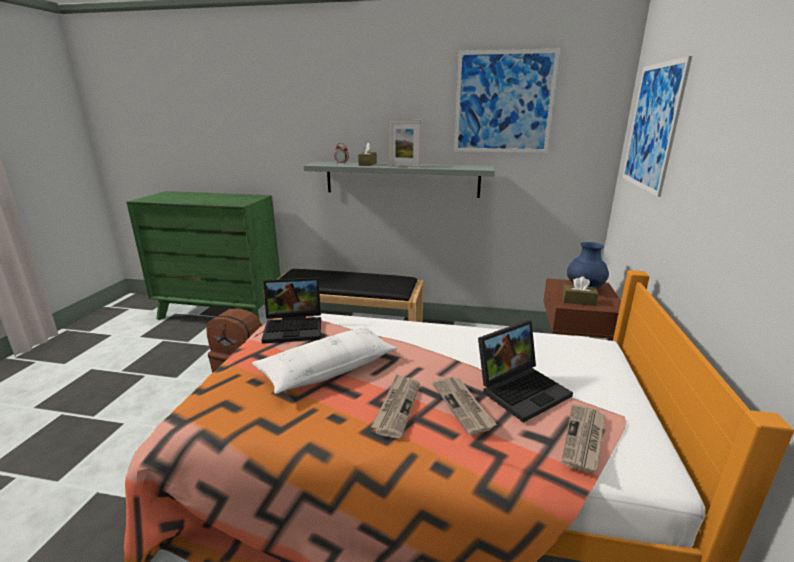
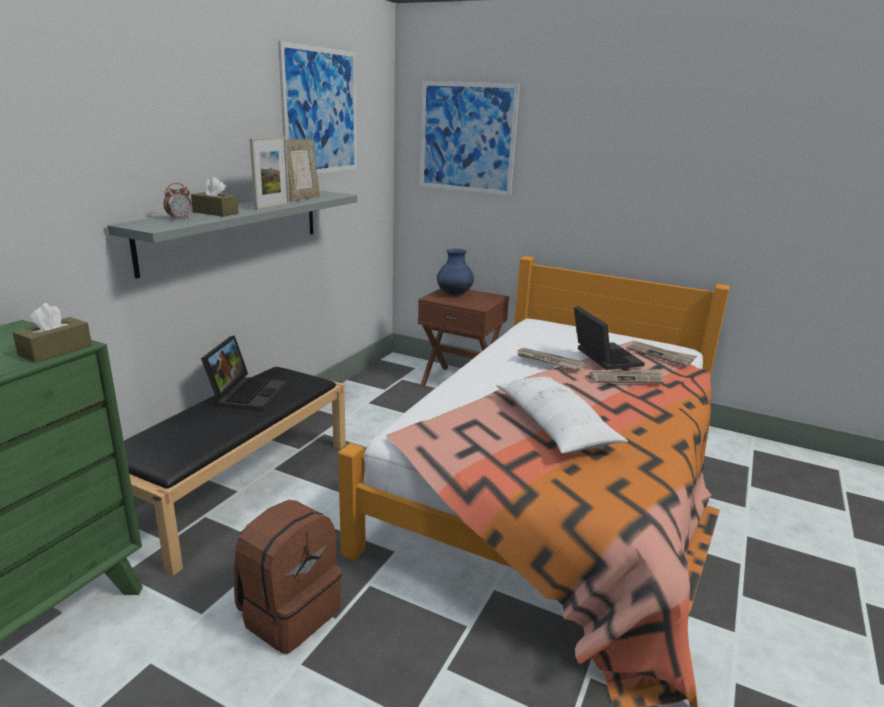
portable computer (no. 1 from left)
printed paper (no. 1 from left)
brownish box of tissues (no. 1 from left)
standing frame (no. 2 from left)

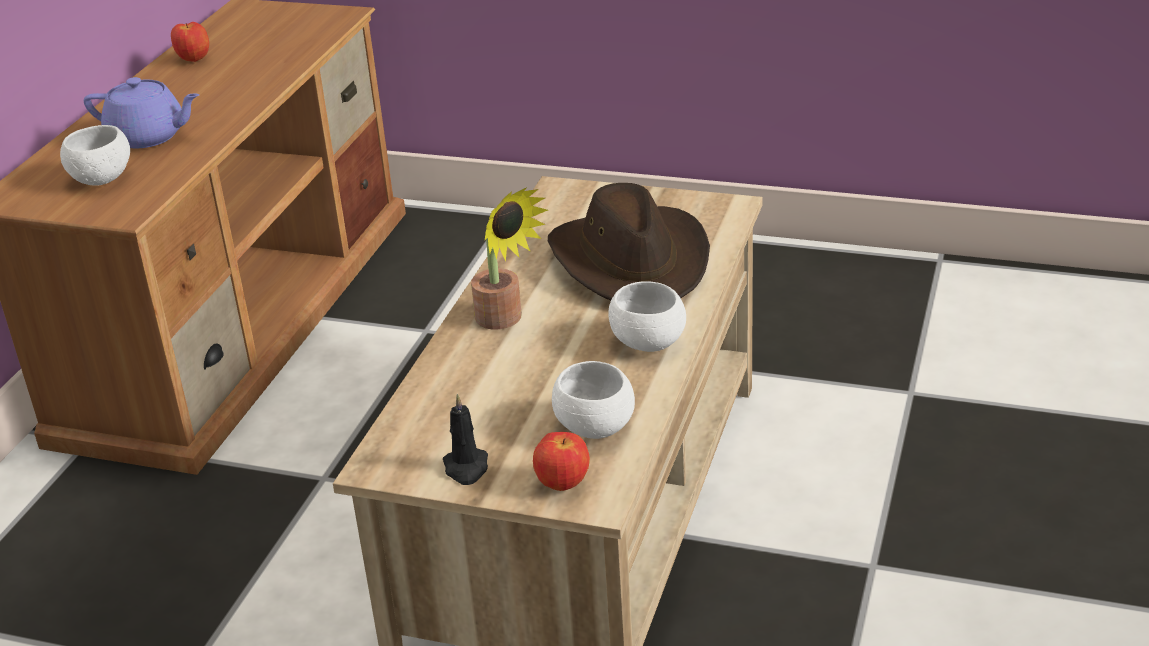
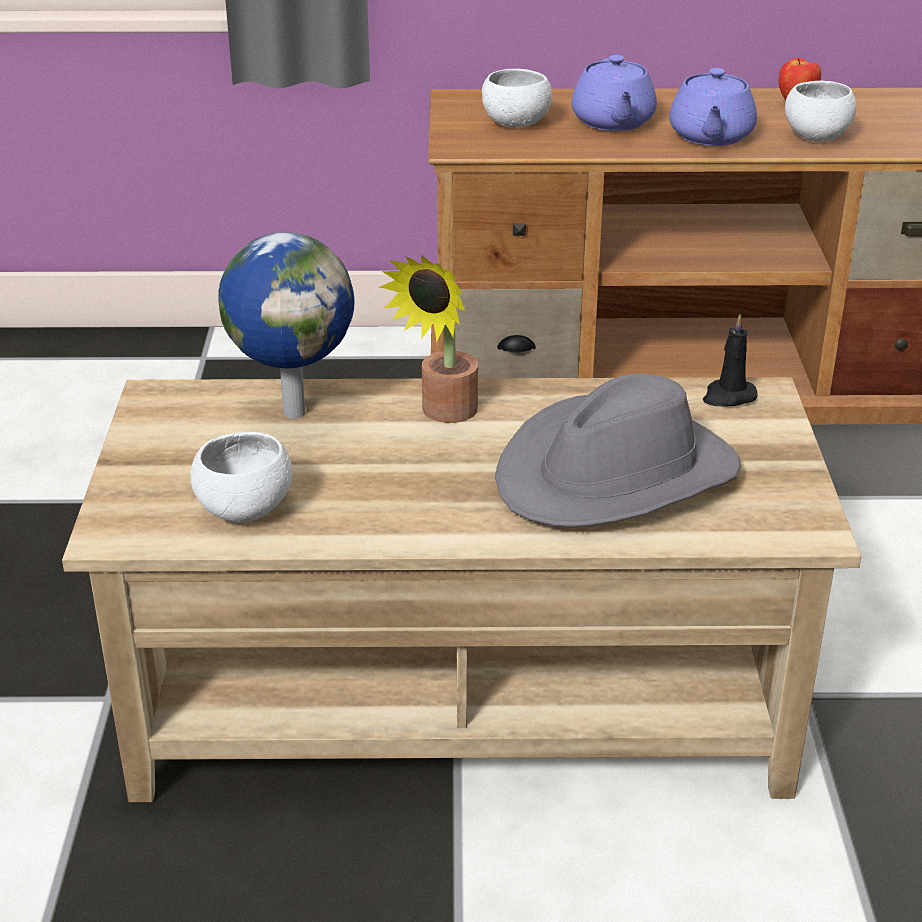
blackish wax light
apple fruit (no. 2 from left in the first image)
grey wearable hat
whitish deep dish (no. 3 from left)
globe
purple-coloured tea pot (no. 2 from left)

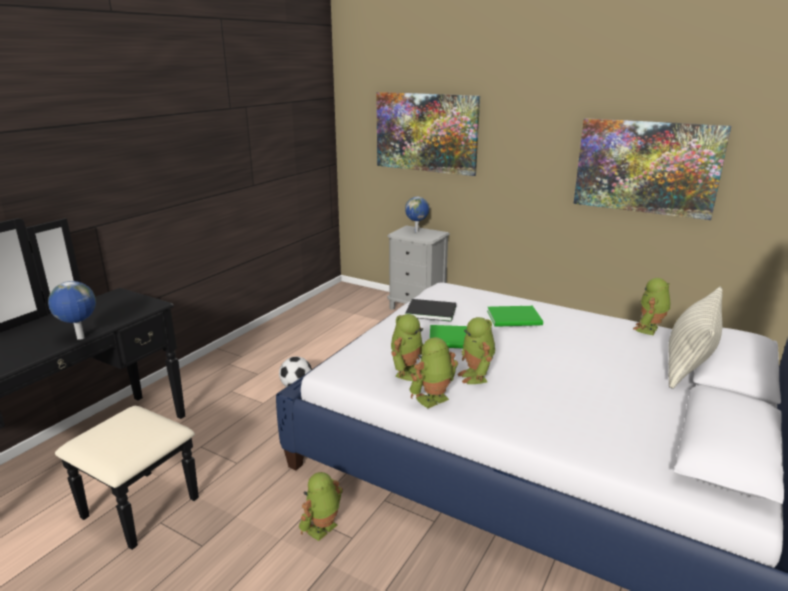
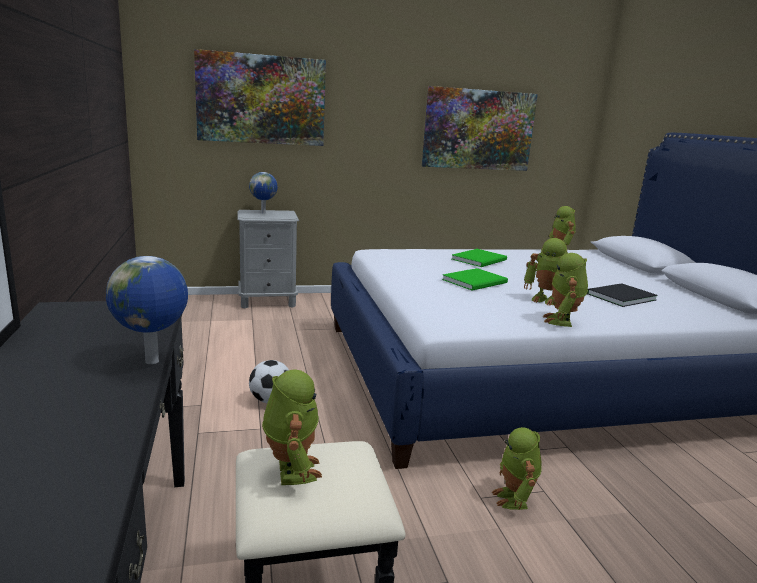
robot figure (no. 1 from left)
blackish book
throw pillow

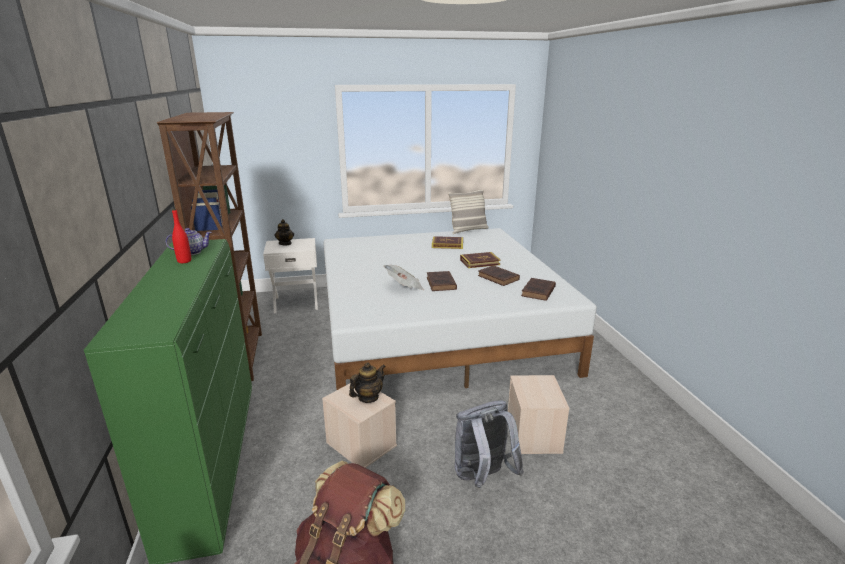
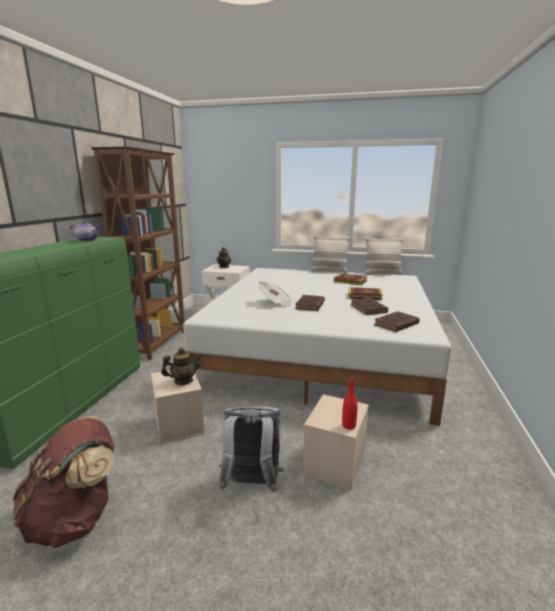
red-coloured drink bottle
throw pillow (no. 1 from left)

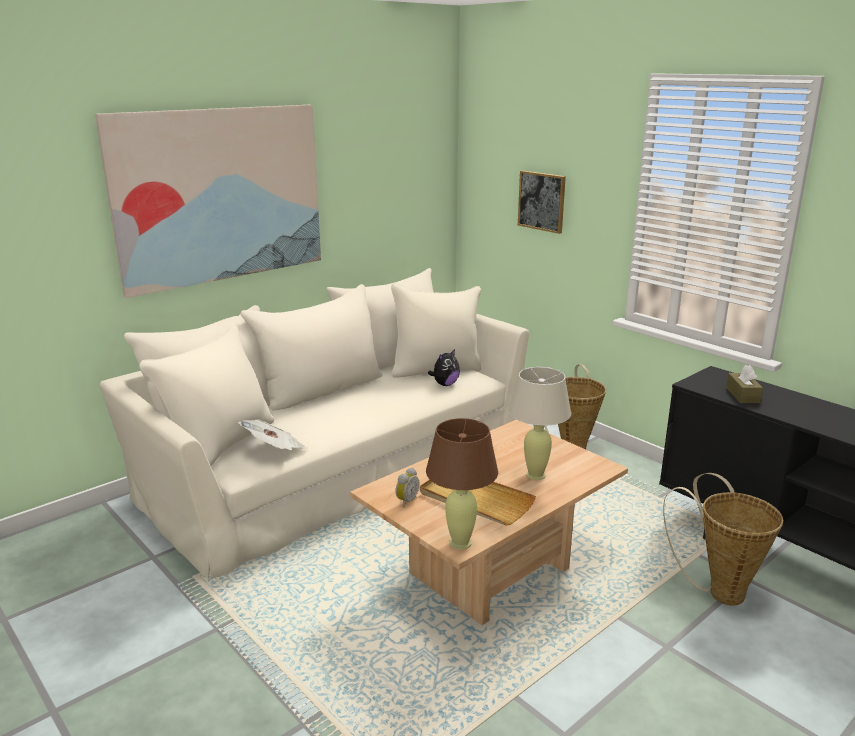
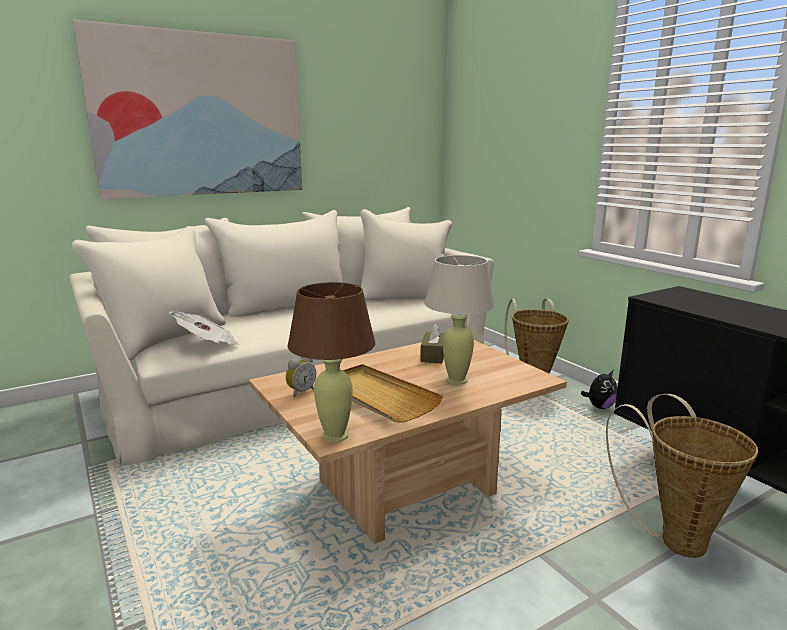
cuddly toy
wall picture (no. 2 from left in the first image)
brownish box of tissues

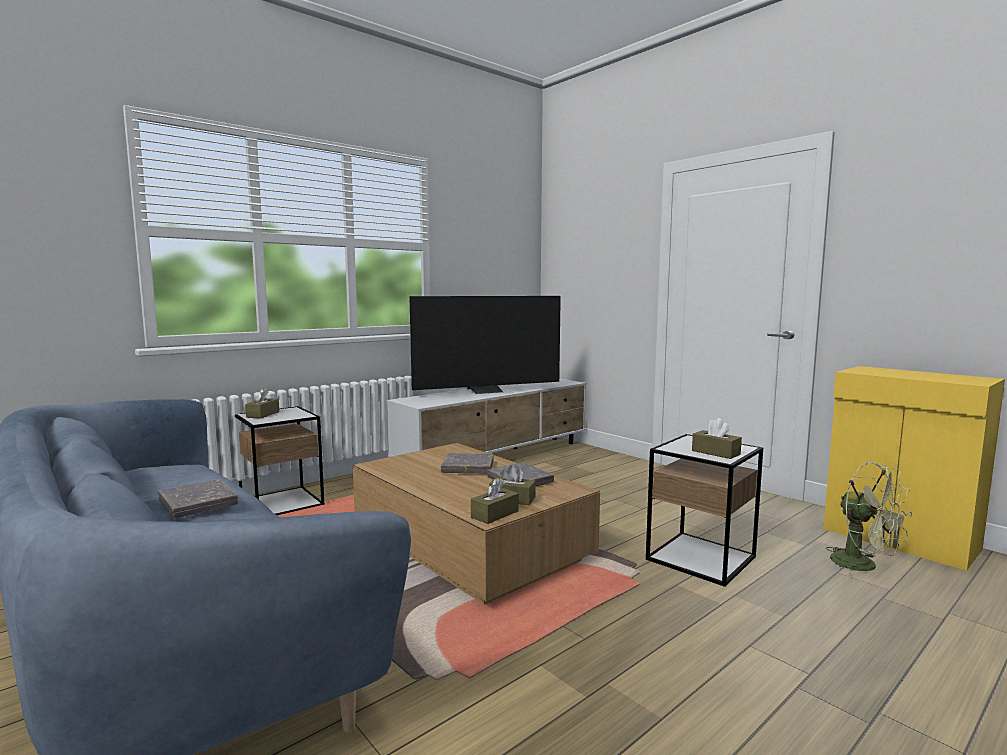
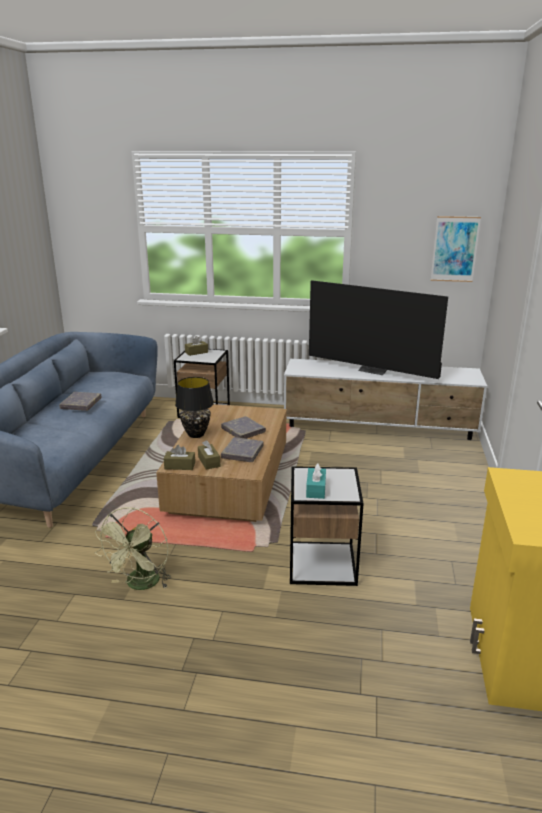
turquoise box of tissues
green fan
blackish table lamp
wall picture

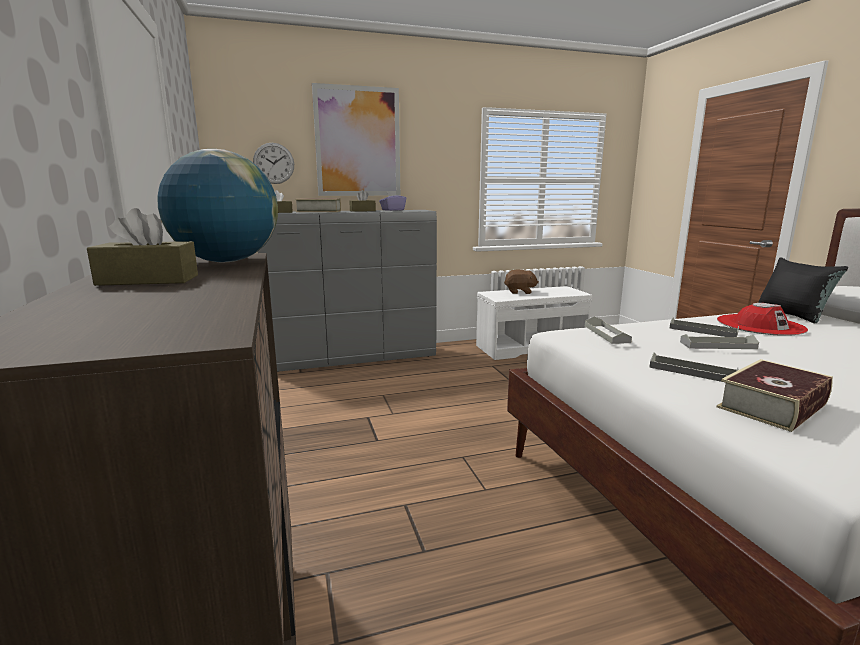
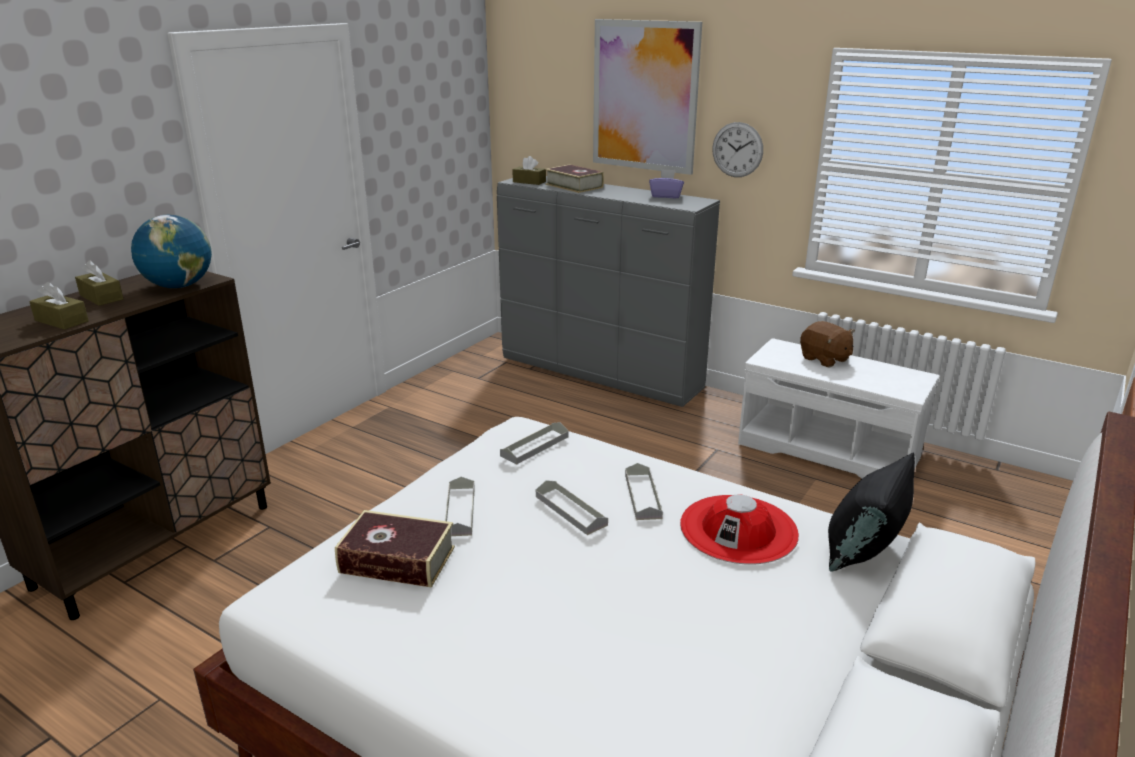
wall clock
brownish box of tissues (no. 1 from left)

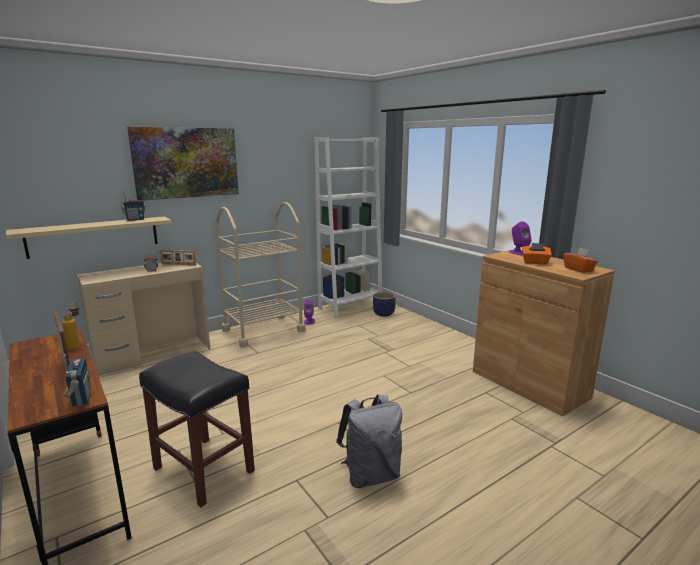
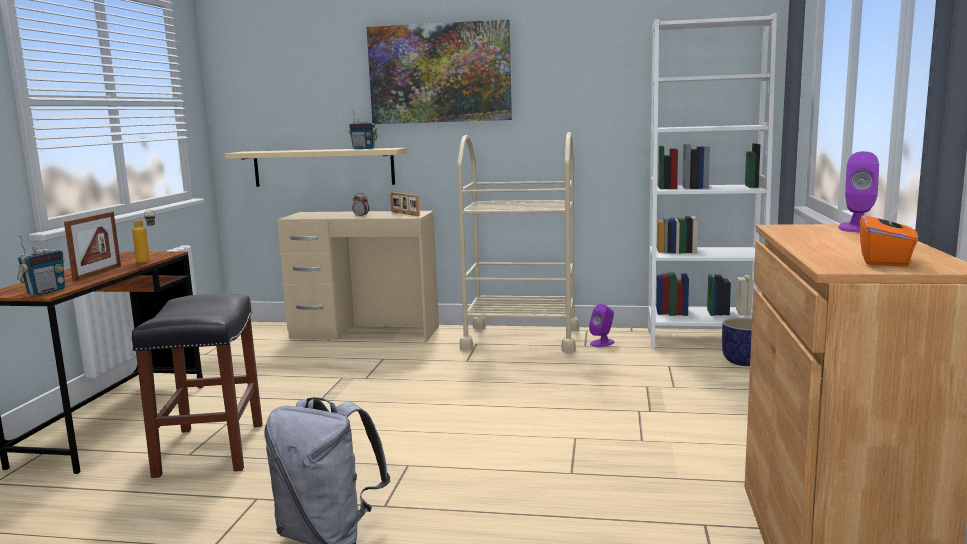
orange-coloured box of tissues (no. 1 from left in the first image)

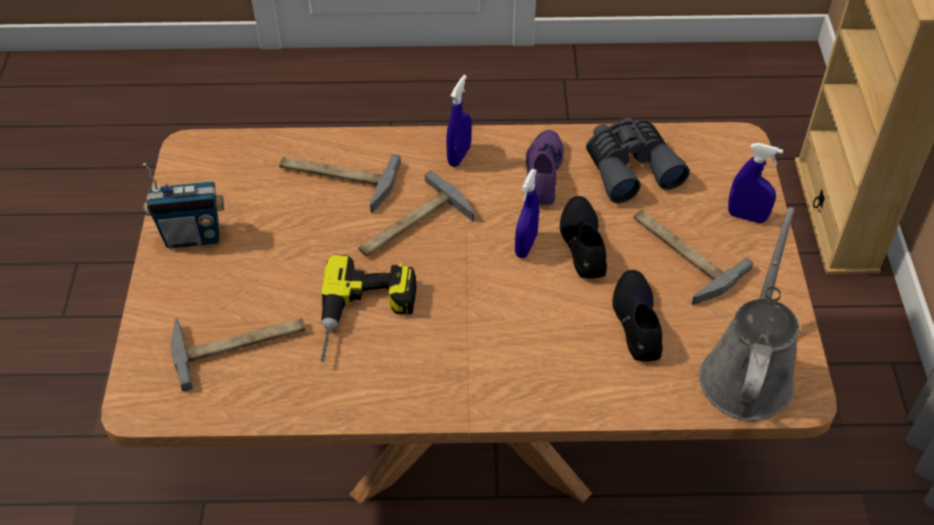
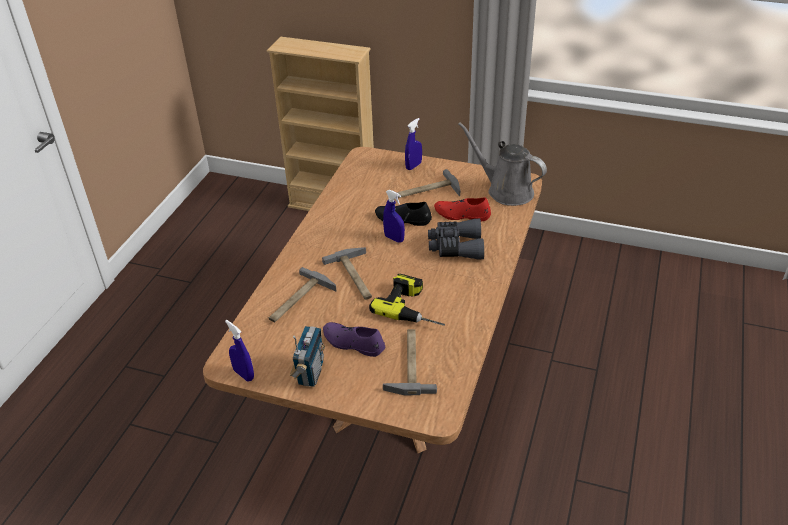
blue-coloured hand sprayer (no. 1 from left)
purple-coloured item of footwear
grey field glasses
red-coloured item of footwear

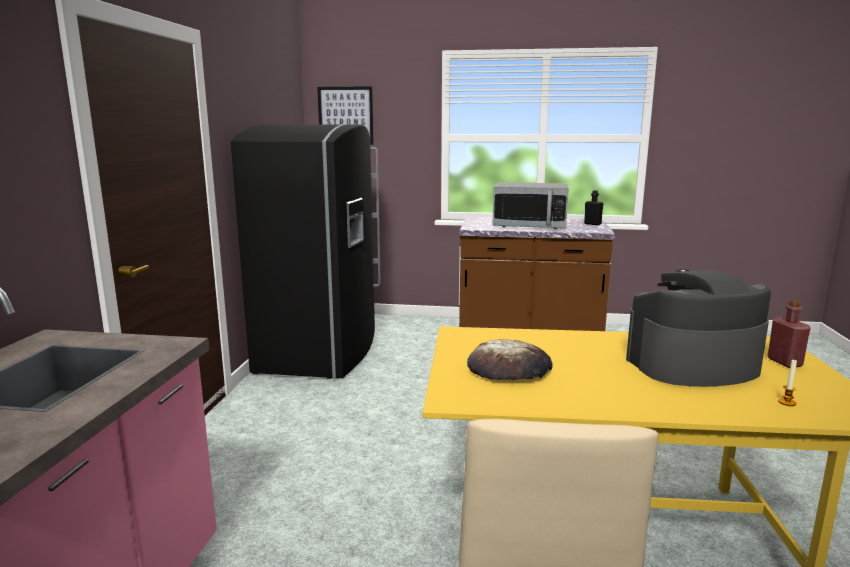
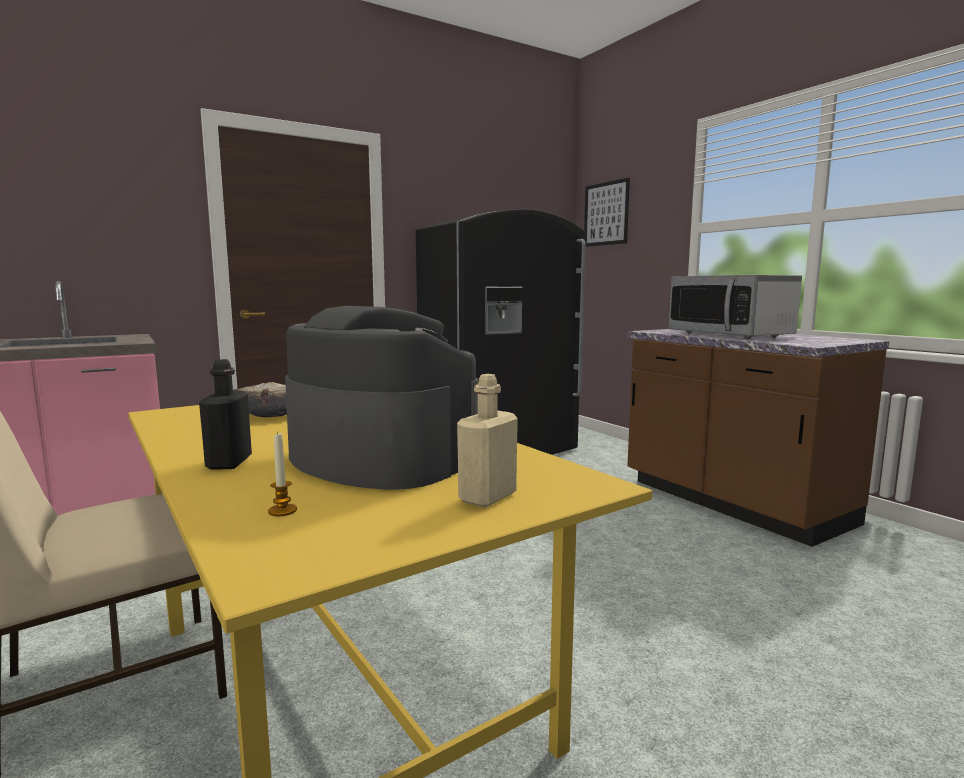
blackish drink bottle
beige drink bottle

